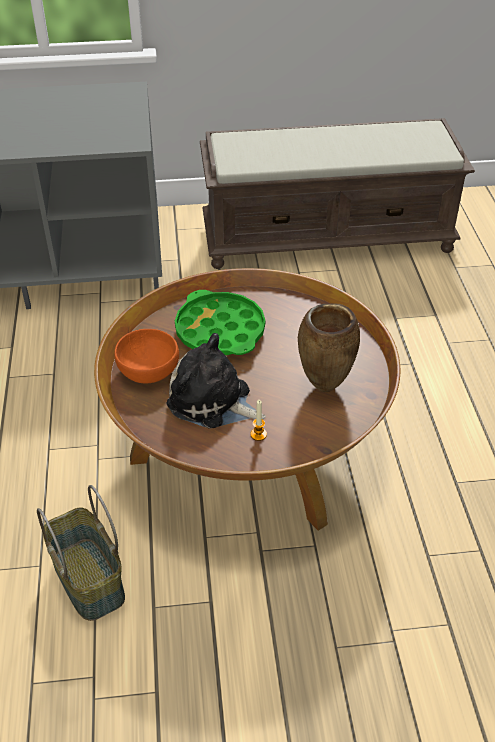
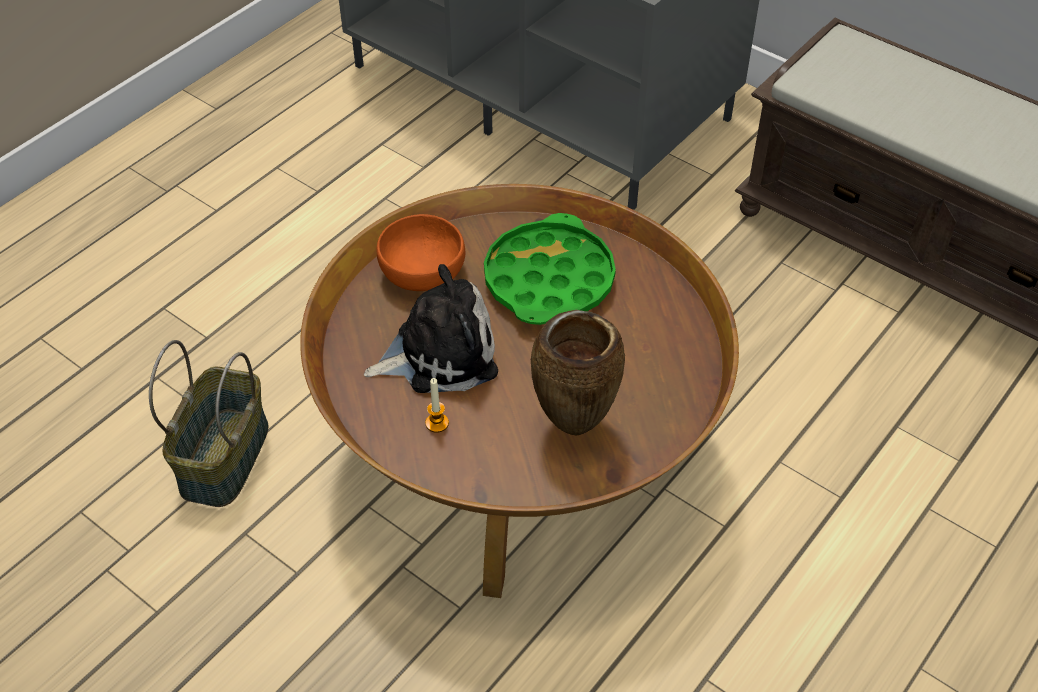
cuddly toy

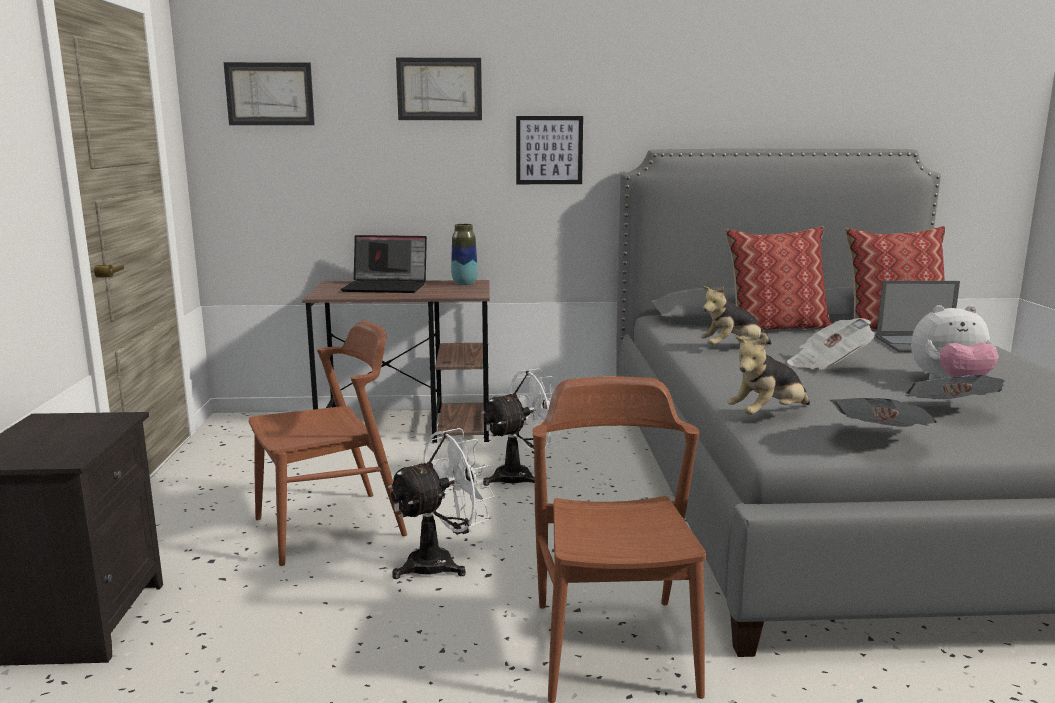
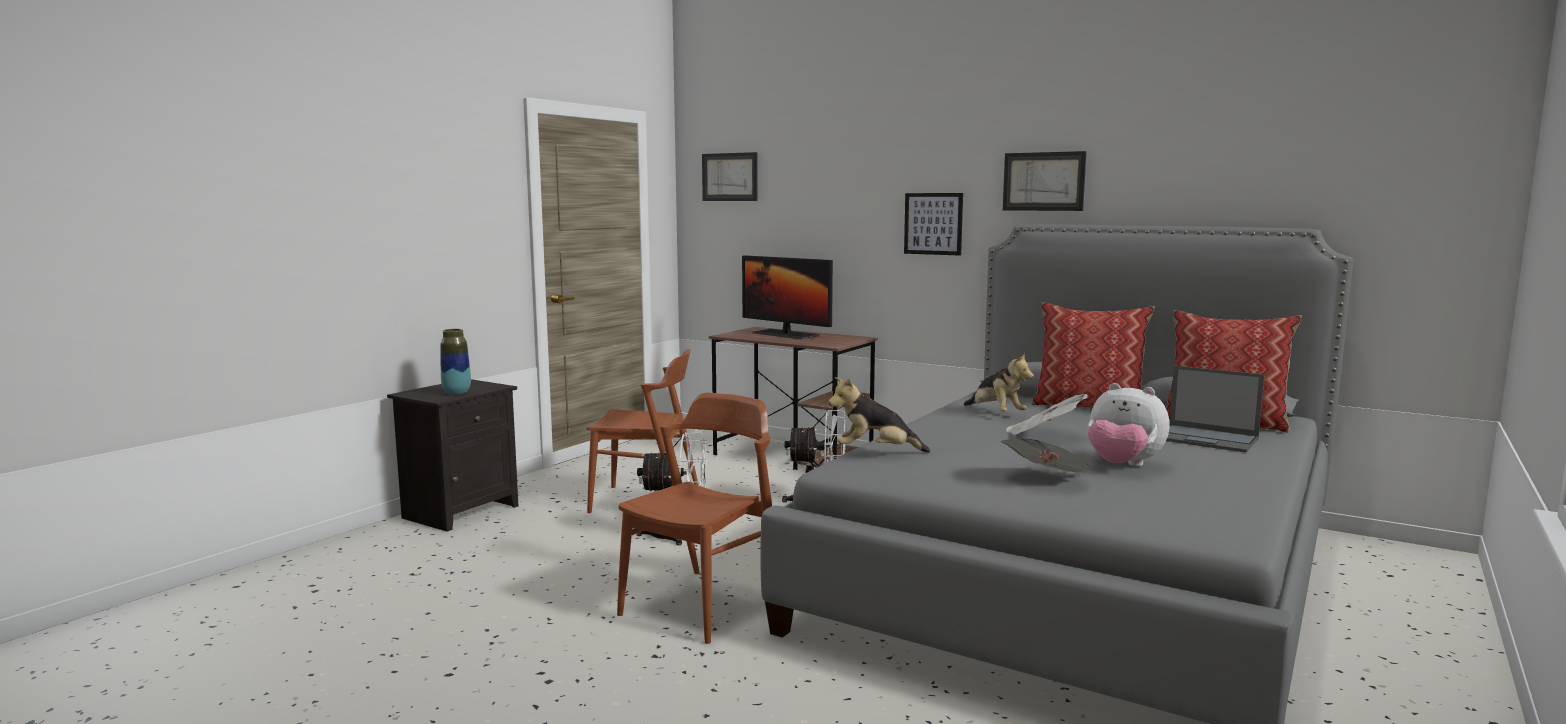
computer screen
wall picture (no. 3 from left)
vase
cuddly toy (no. 2 from left)
printed paper (no. 2 from left in the first image)

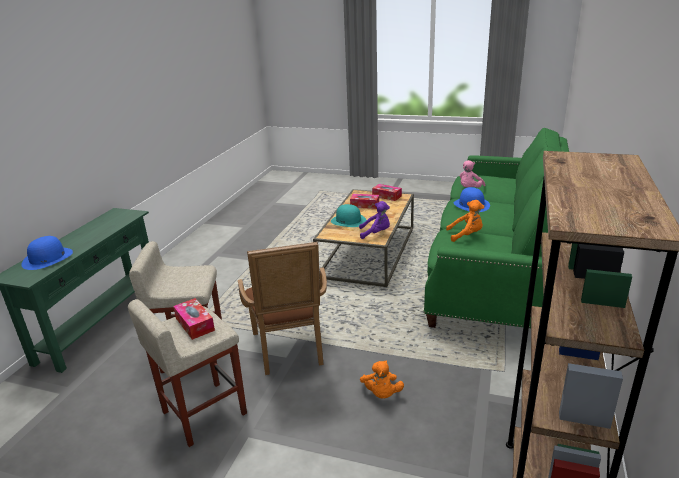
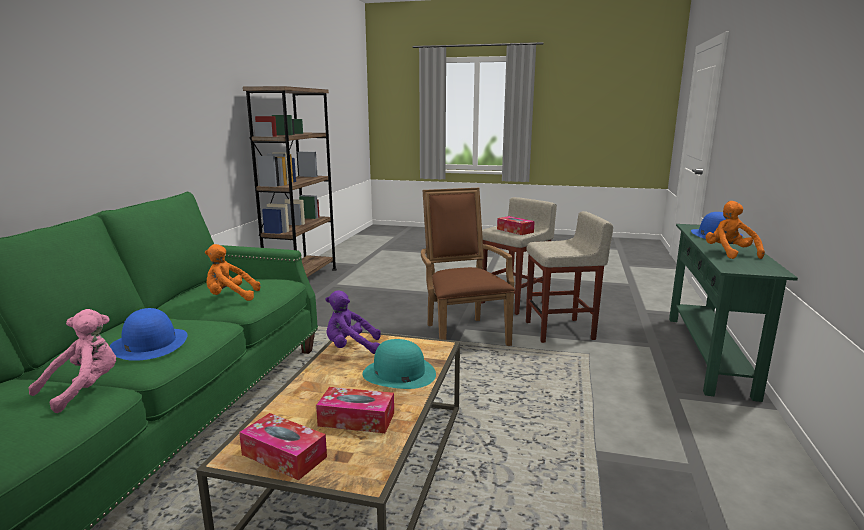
orange-coloured cuddly toy (no. 2 from left)

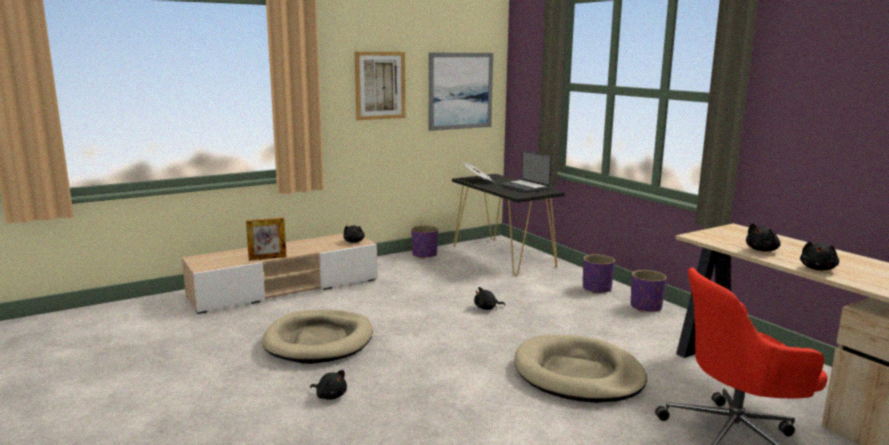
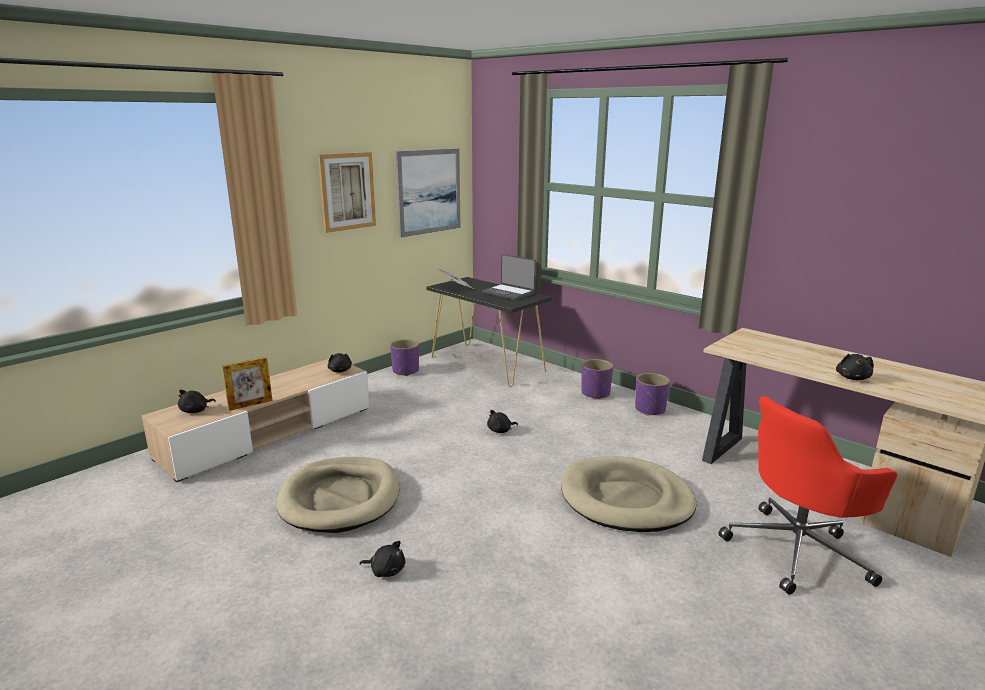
blackish cuddly toy (no. 1 from left)

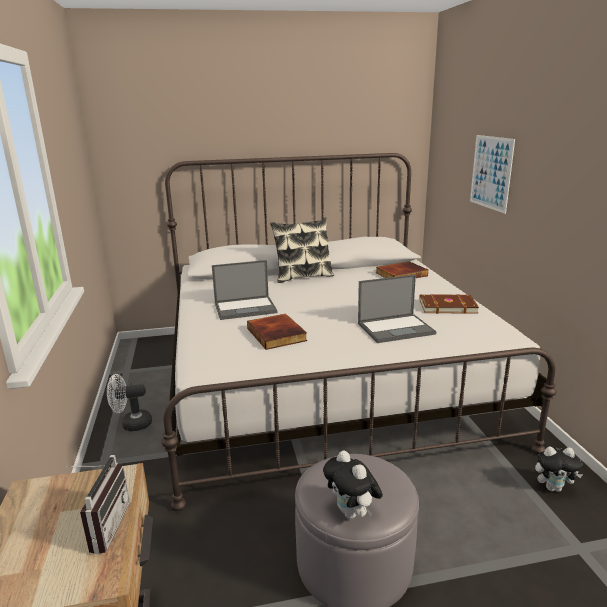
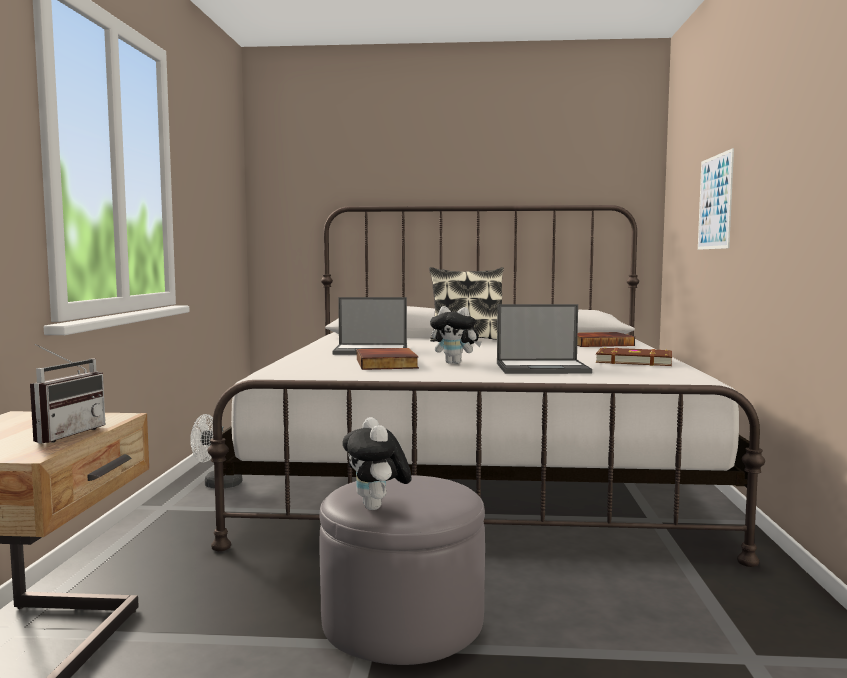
cuddly toy (no. 2 from left)

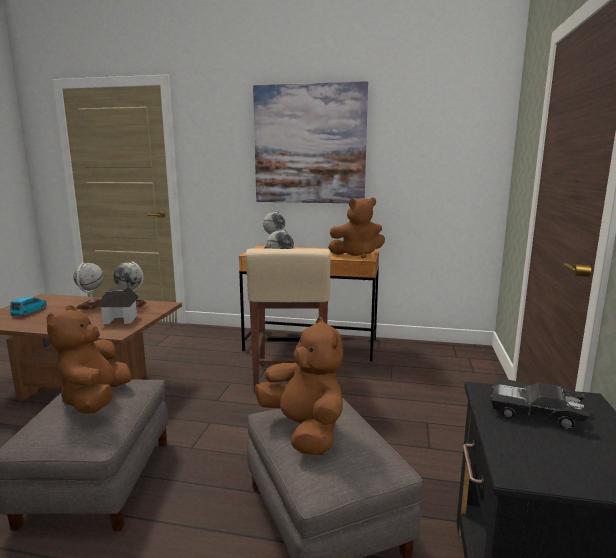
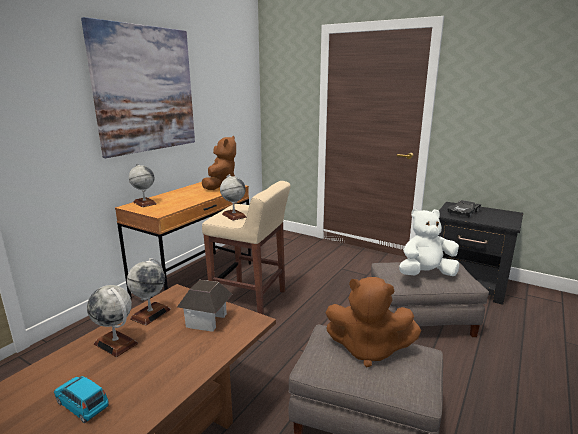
whitish cuddly toy

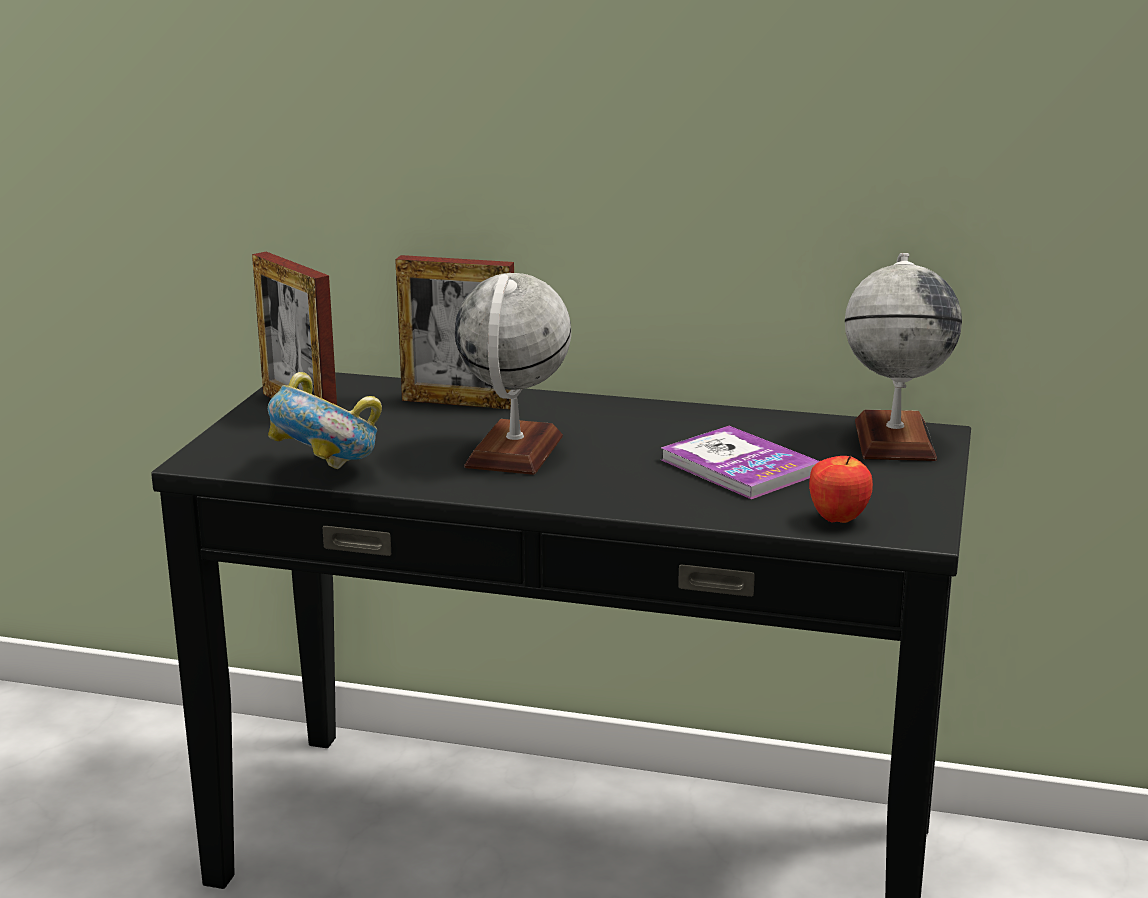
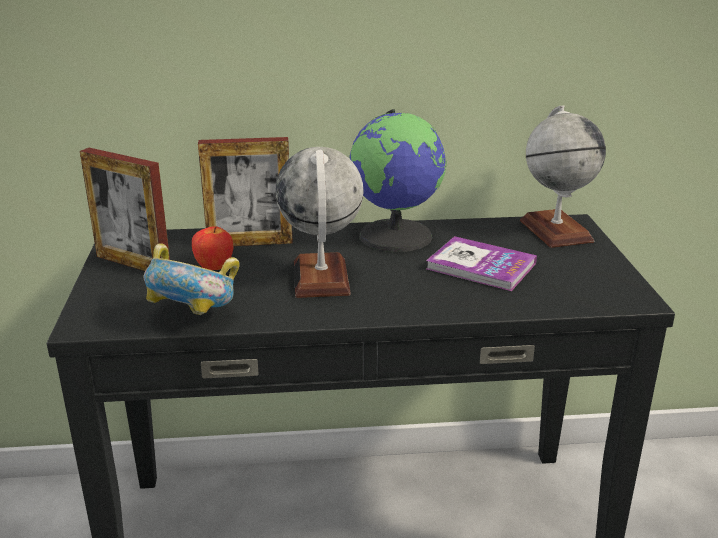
apple fruit
globe (no. 2 from left)

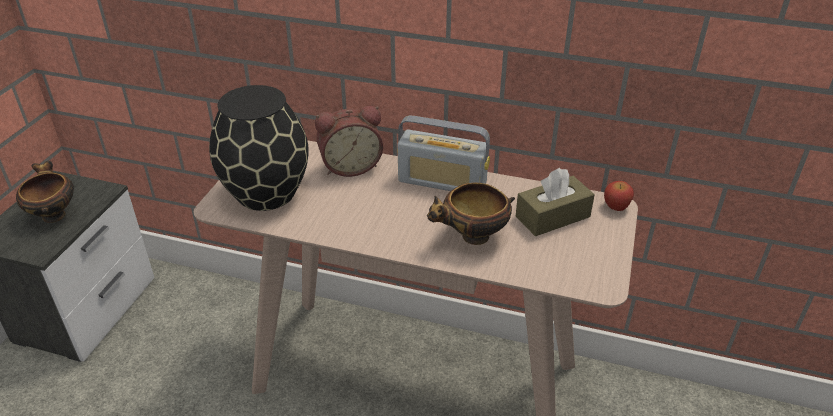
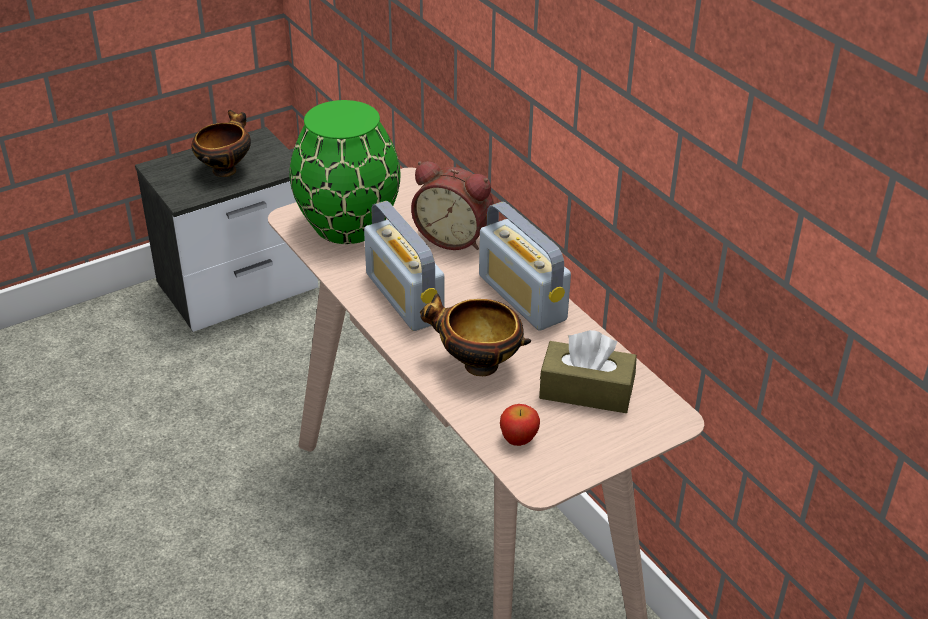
green vase
apple fruit
radio set (no. 1 from left)

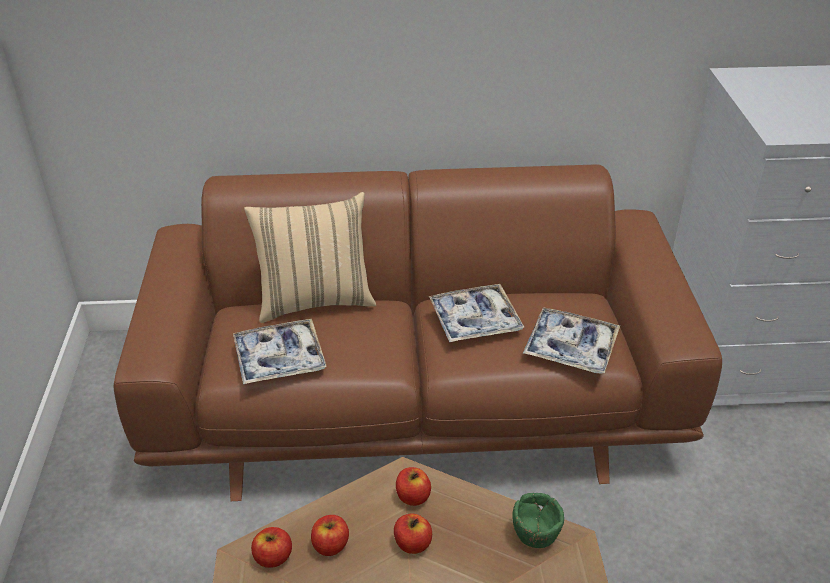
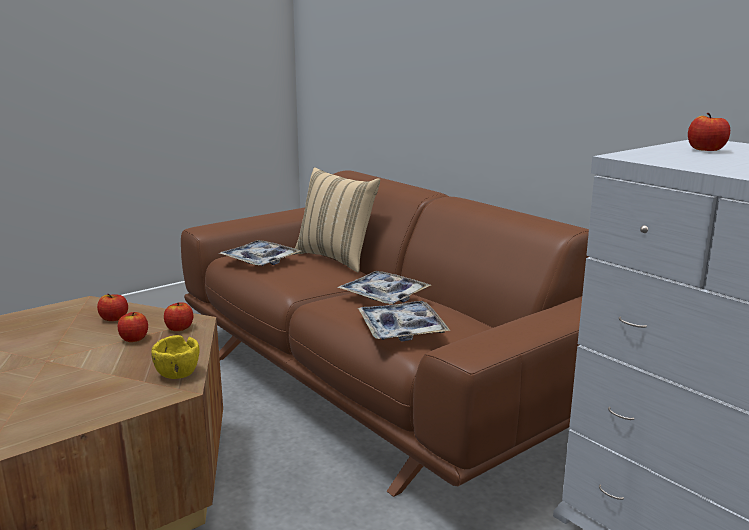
apple fruit (no. 4 from left)
yellowish deep dish

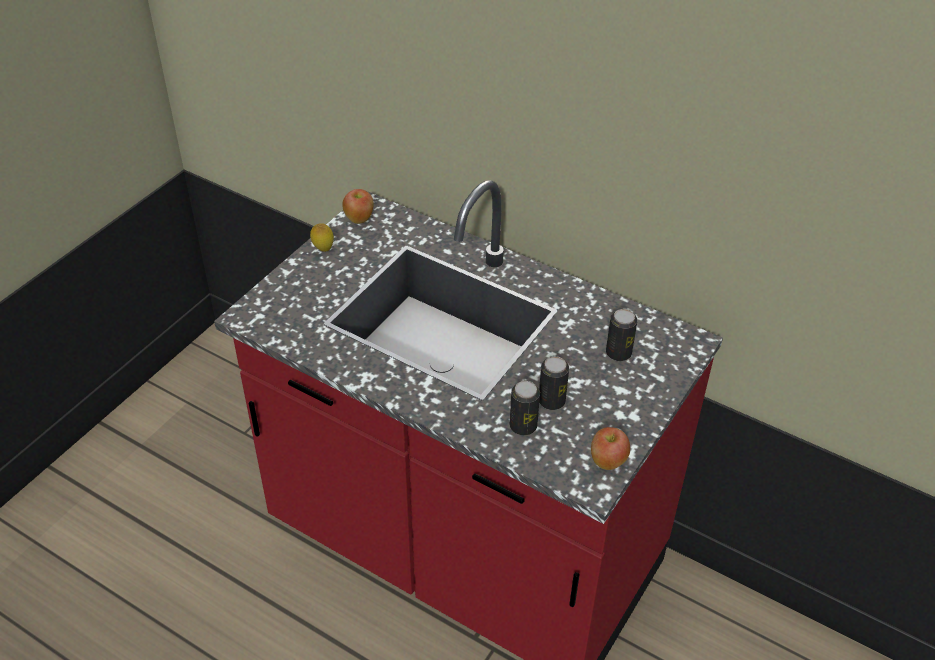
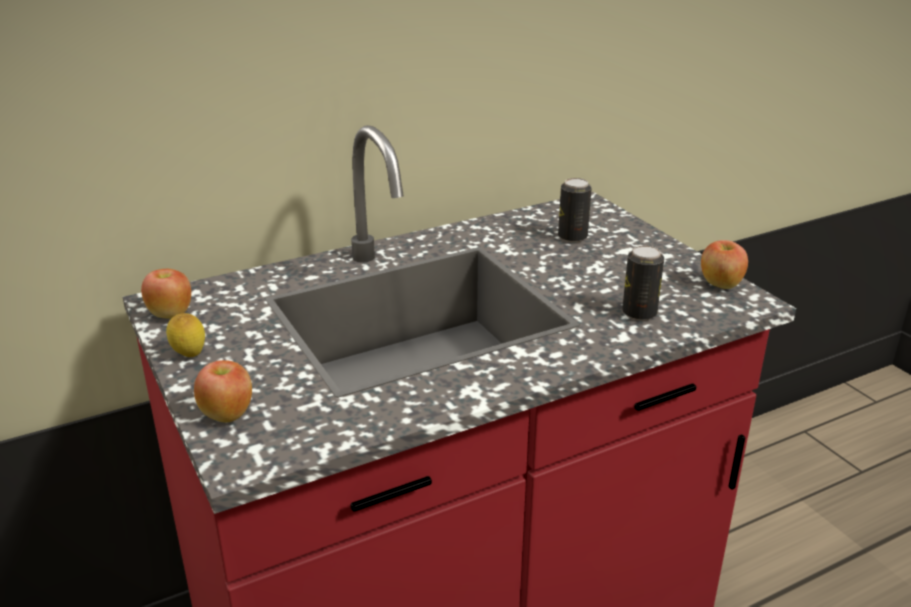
can (no. 2 from left in the first image)
apple fruit (no. 2 from left)

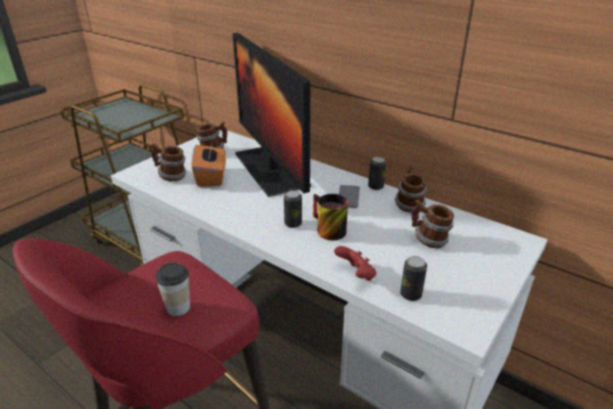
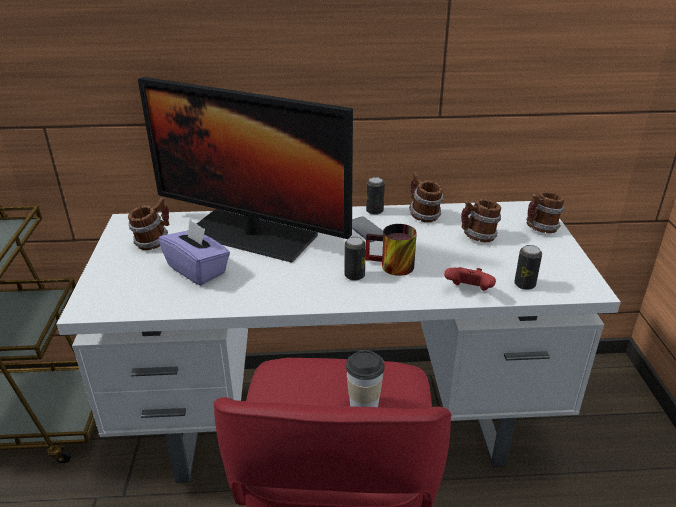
mug (no. 5 from left)
purple-coloured box of tissues

